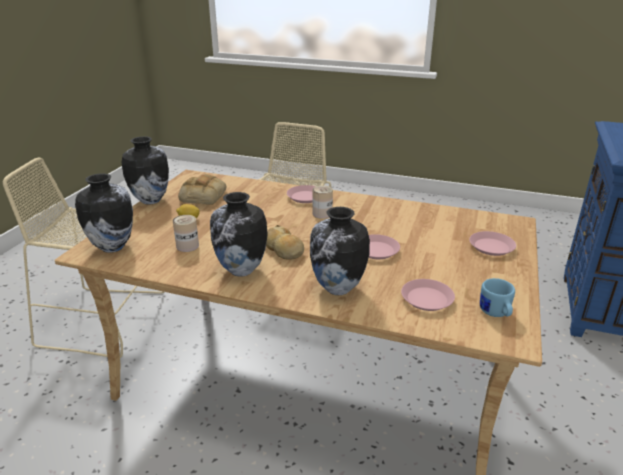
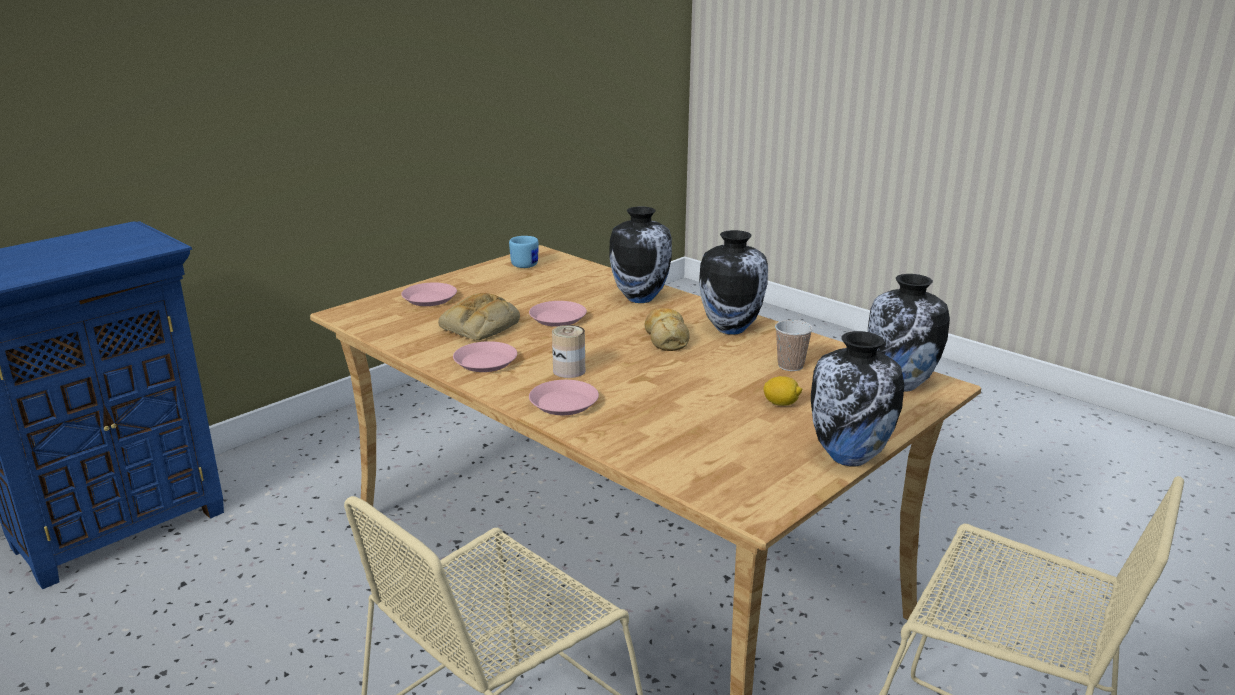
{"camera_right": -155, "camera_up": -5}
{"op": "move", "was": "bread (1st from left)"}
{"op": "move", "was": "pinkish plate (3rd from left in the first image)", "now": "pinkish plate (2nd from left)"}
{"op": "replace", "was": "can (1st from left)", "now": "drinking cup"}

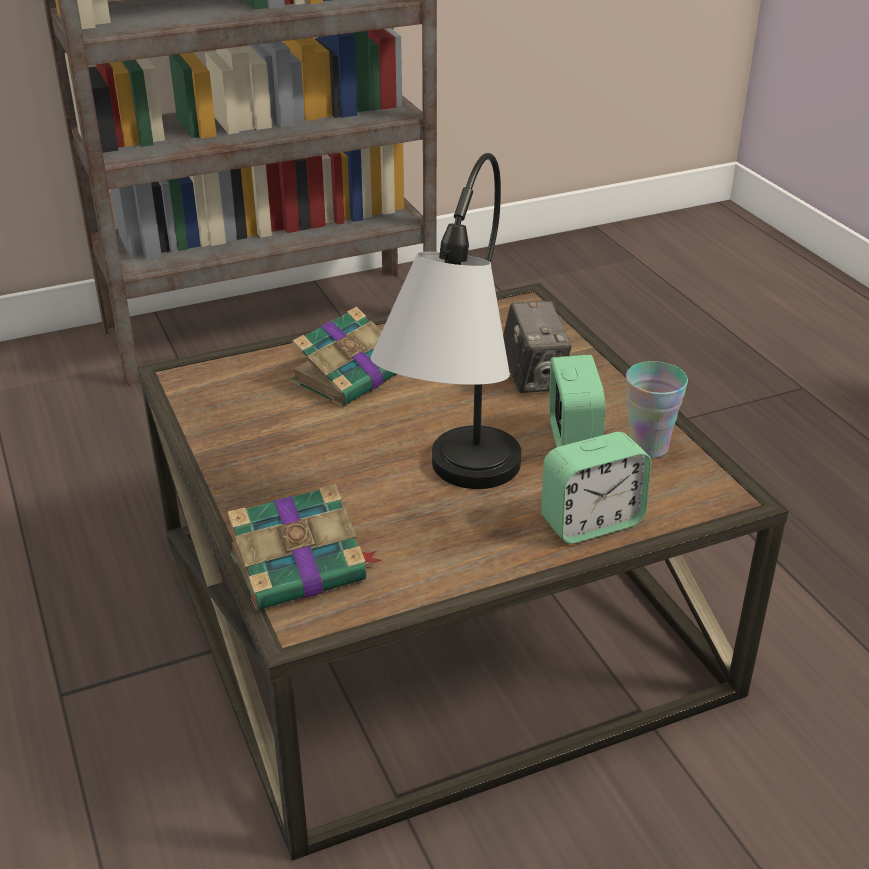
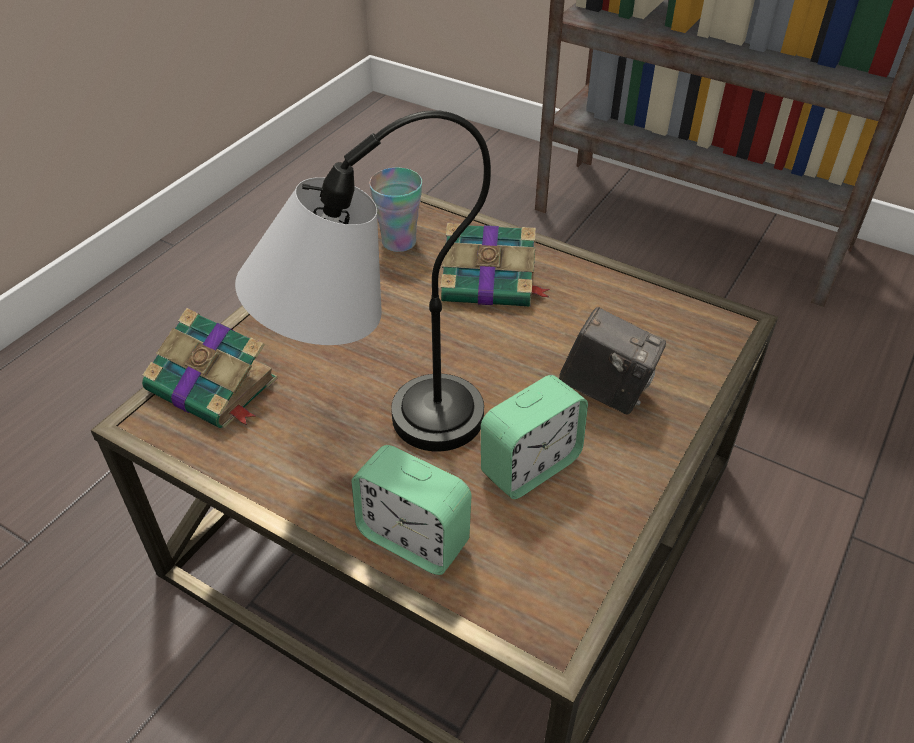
{"camera_right": 55, "camera_up": 10}
{"op": "move", "was": "drinking cup"}
{"op": "rotate", "was": "photo camera", "clockwise": -105}

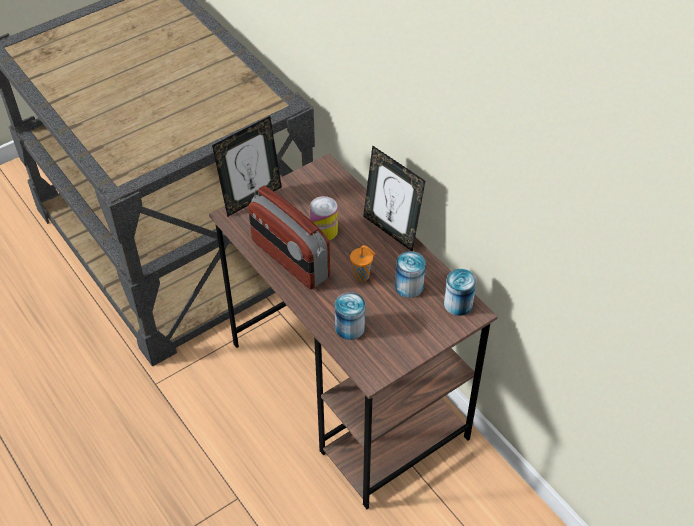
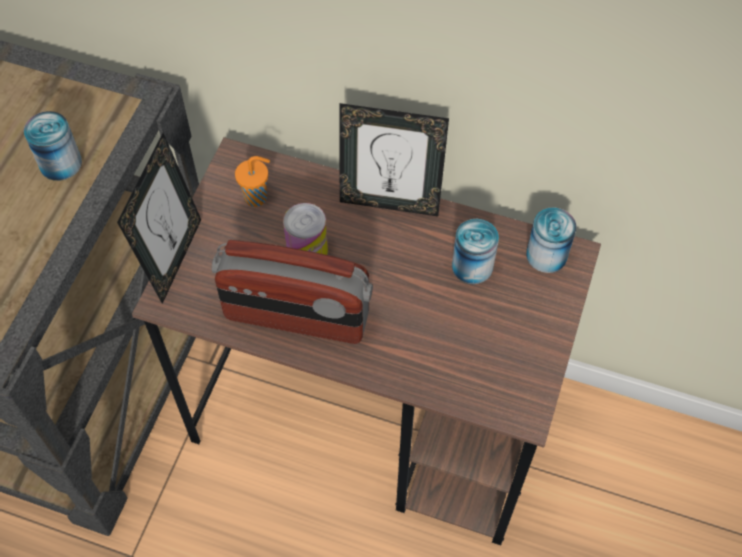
{"camera_right": -35, "camera_up": 10}
{"op": "move", "was": "can (2nd from left in the first image)", "now": "can (1st from left)"}
{"op": "move", "was": "orangey drinking cup"}

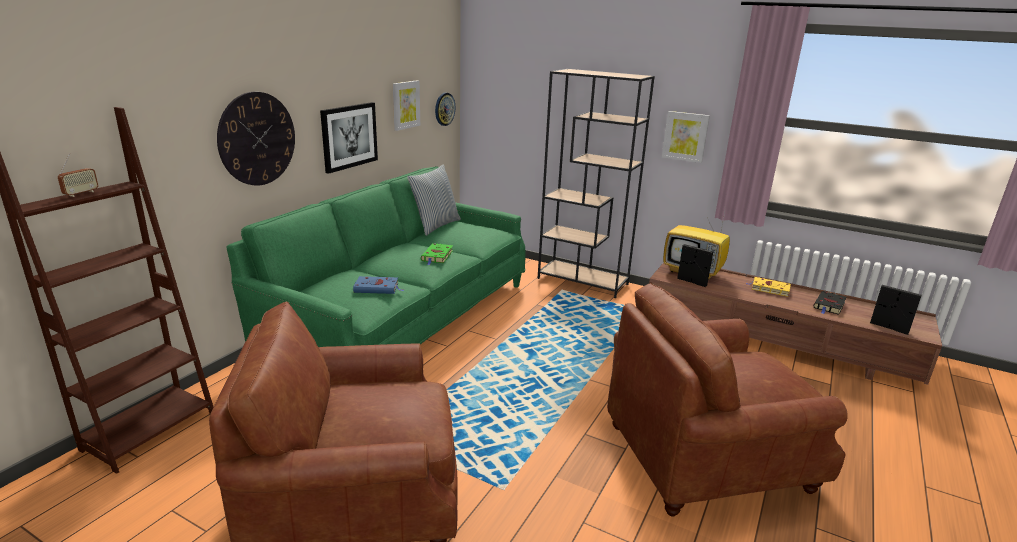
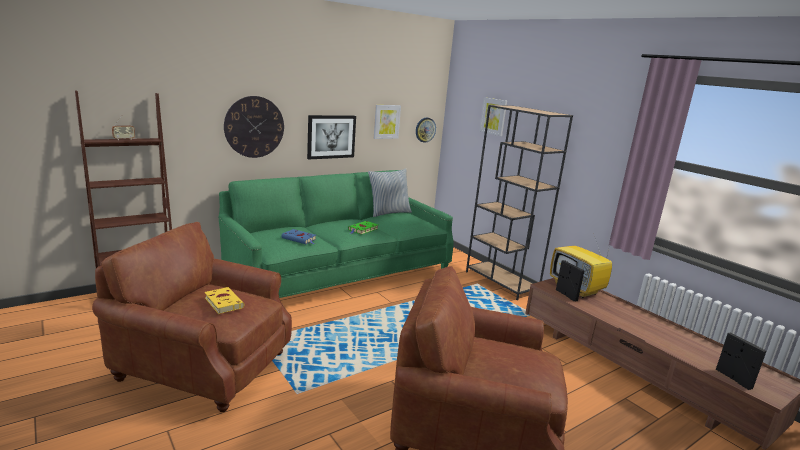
{"camera_right": 25, "camera_up": -5}
{"op": "delete", "was": "black volume"}
{"op": "move", "was": "wall picture (3rd from left)"}
{"op": "move", "was": "yellow volume"}

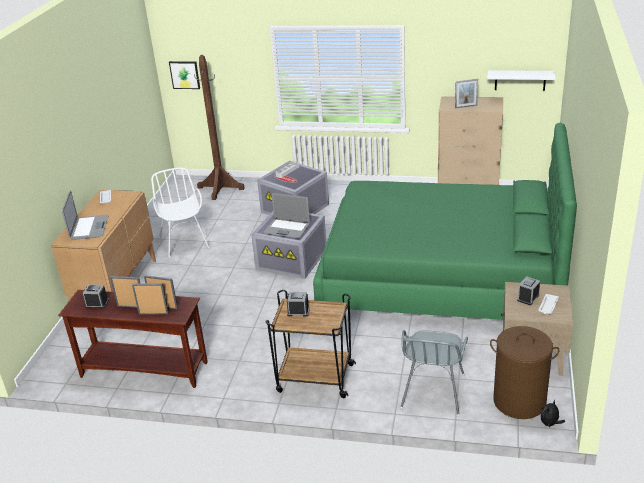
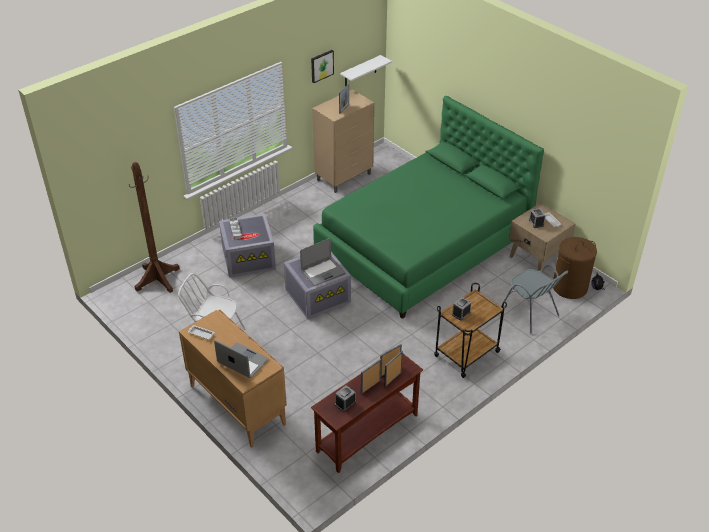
{"camera_right": -55, "camera_up": 10}
{"op": "move", "was": "wall picture"}

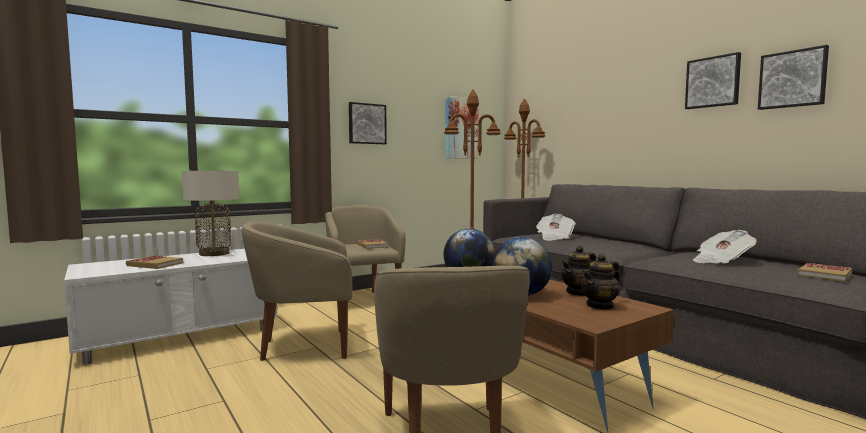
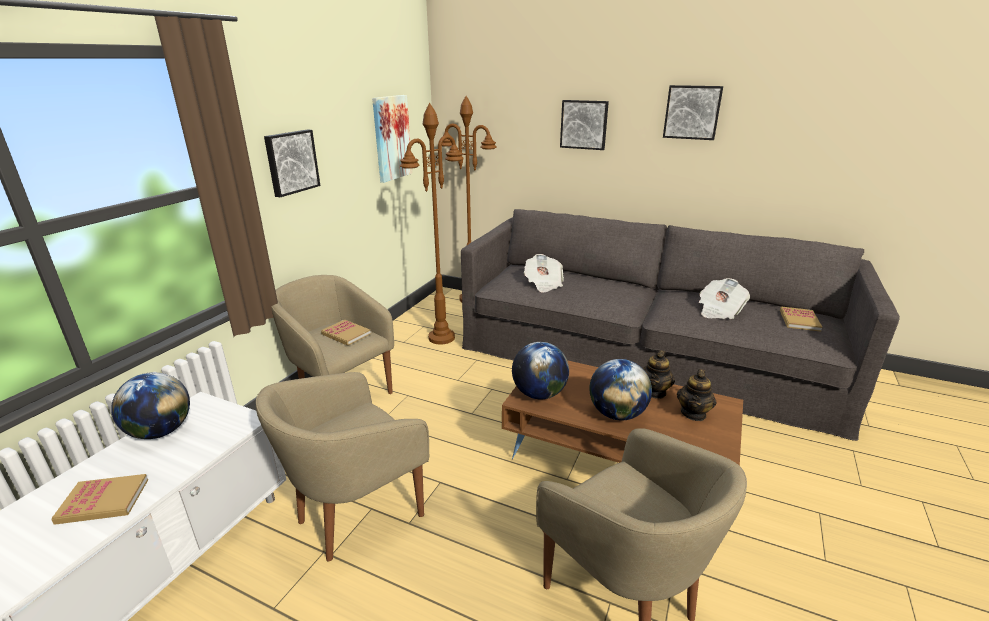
{"camera_right": -30, "camera_up": 20}
{"op": "move", "was": "wall picture (4th from left in the first image)", "now": "wall picture (3rd from left)"}
{"op": "replace", "was": "lamp for a table", "now": "world globe (1st from left)"}

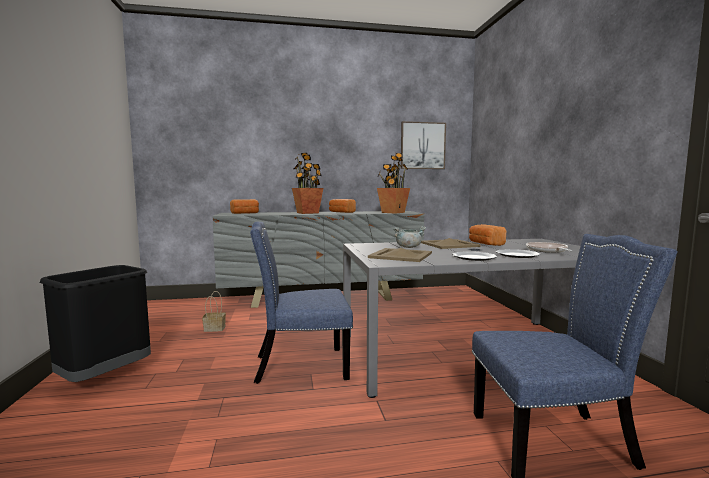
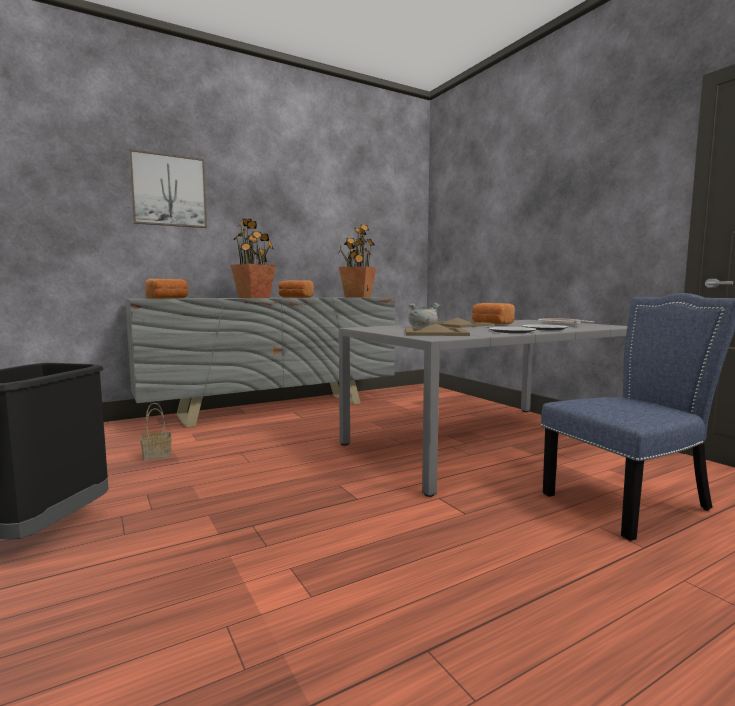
{"camera_right": -20, "camera_up": 0}
{"op": "delete", "was": "bluish plain chair (1st from left)"}
{"op": "move", "was": "wall picture"}

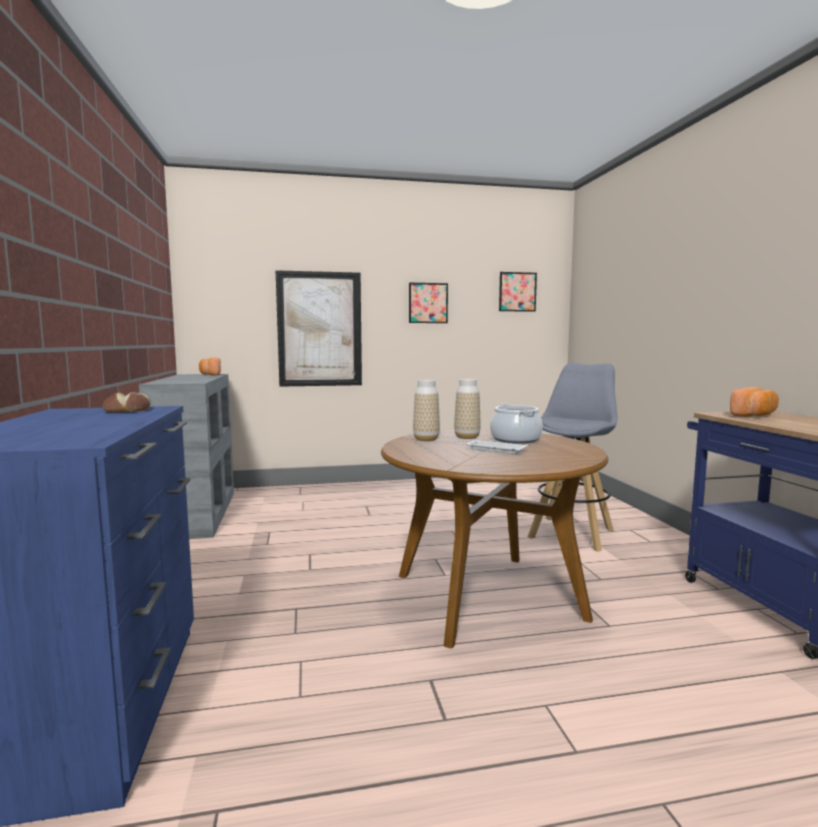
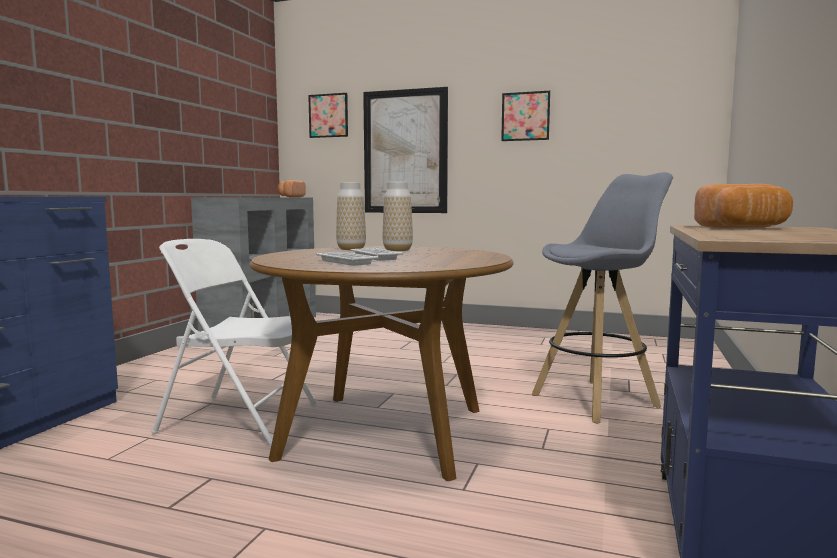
{"camera_right": 30, "camera_up": 0}
{"op": "delete", "was": "bread (1st from left)"}
{"op": "delete", "was": "cooking pot"}
{"op": "insert", "now": "whitish plain chair"}
{"op": "insert", "now": "whitish tray (1st from left)"}
{"op": "move", "was": "wall picture (3rd from left in the first image)", "now": "wall picture (1st from left)"}

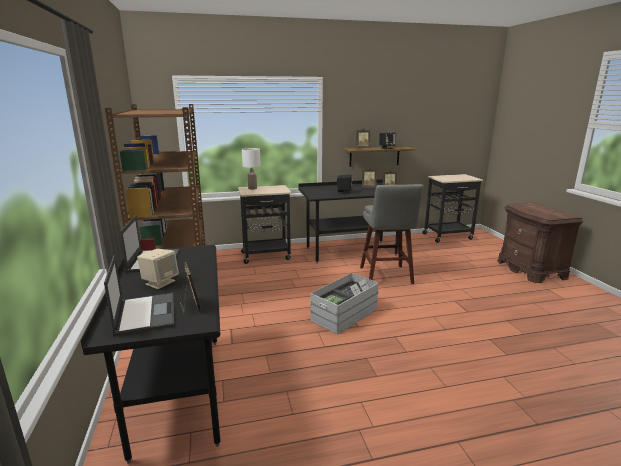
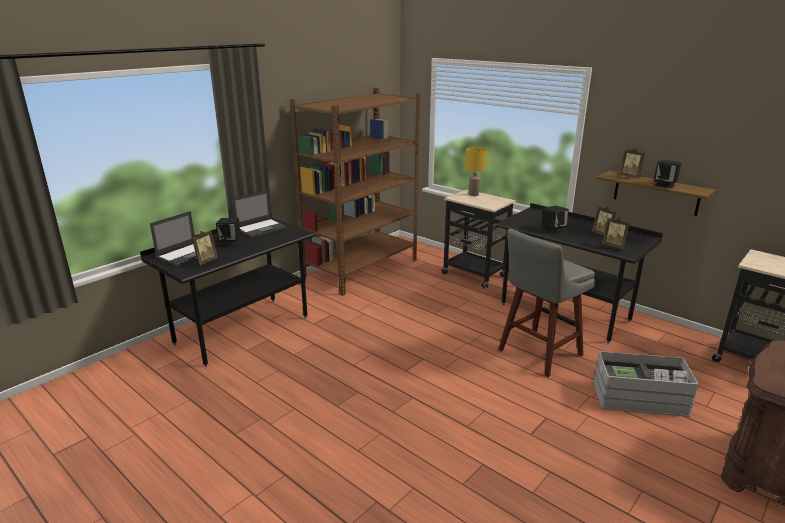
{"camera_right": 55, "camera_up": 5}
{"op": "move", "was": "grey storage container"}
{"op": "recolor", "was": "sand-coloured speaker", "now": "black speaker (1st from left)"}
{"op": "recolor", "was": "whitish lamp for a table", "now": "yellow lamp for a table"}

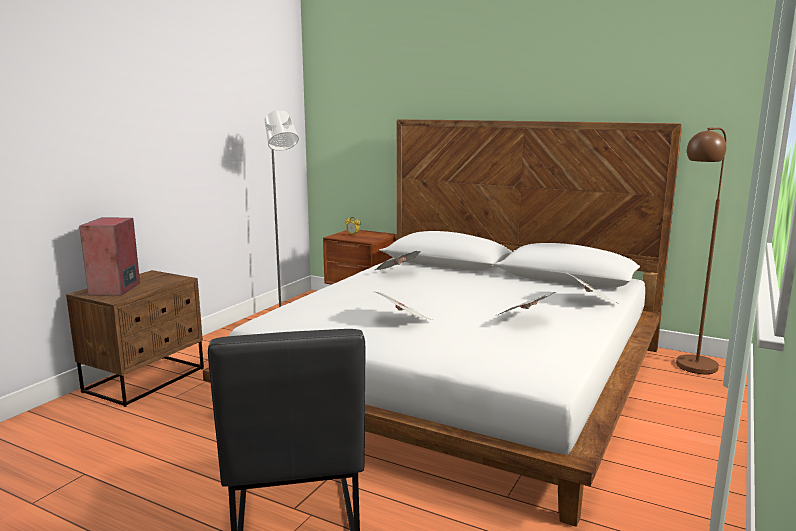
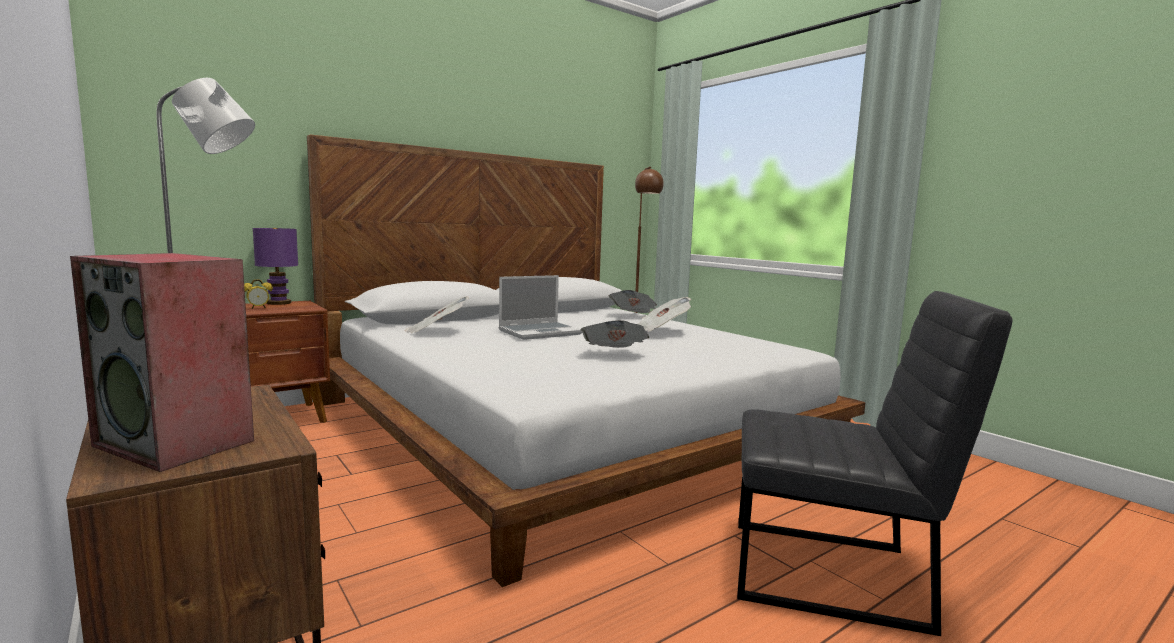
{"camera_right": -65, "camera_up": -5}
{"op": "insert", "now": "purple-coloured lamp for a table"}
{"op": "insert", "now": "notebook computer"}

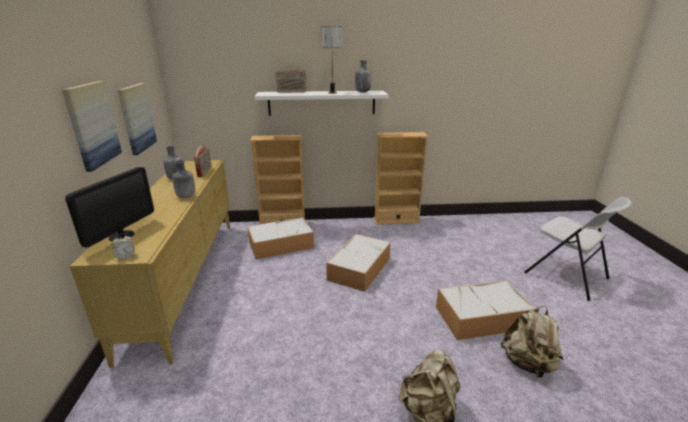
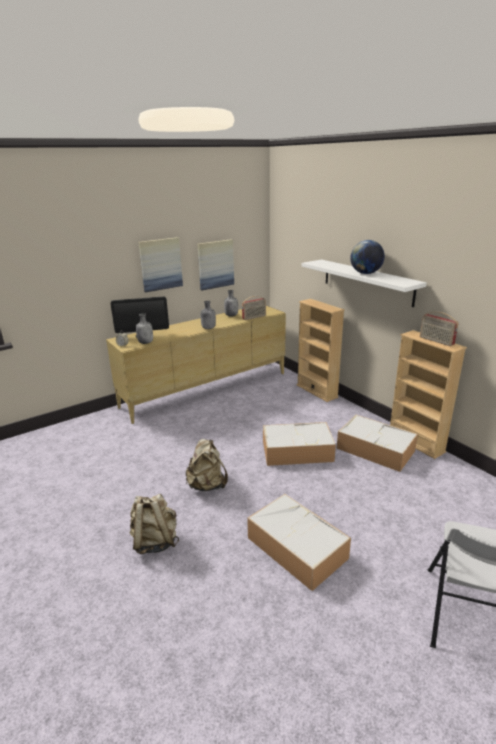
{"camera_right": 60, "camera_up": 0}
{"op": "move", "was": "storage container (1st from left in the first image)", "now": "storage container (3rd from left)"}
{"op": "move", "was": "radio receiver (2nd from left)"}
{"op": "move", "was": "grey drink bottle (3rd from left in the first image)", "now": "grey drink bottle (1st from left)"}
{"op": "move", "was": "sand-coloured rucksack (2nd from left)"}
{"op": "replace", "was": "lamp for a table", "now": "world globe"}

